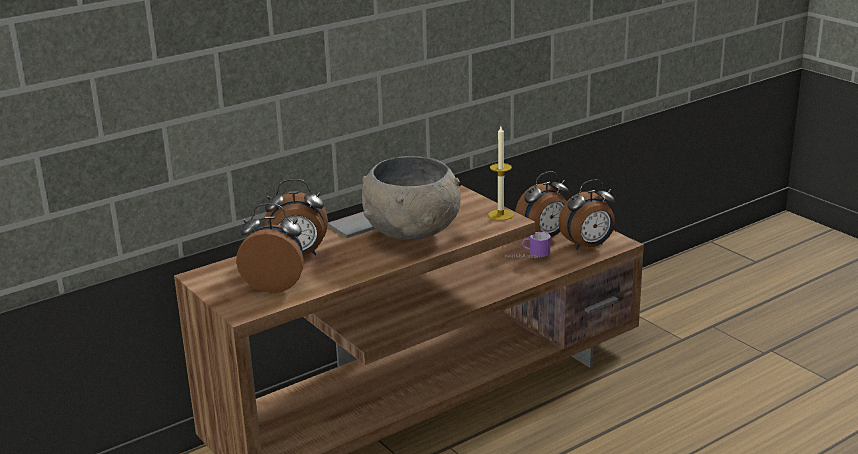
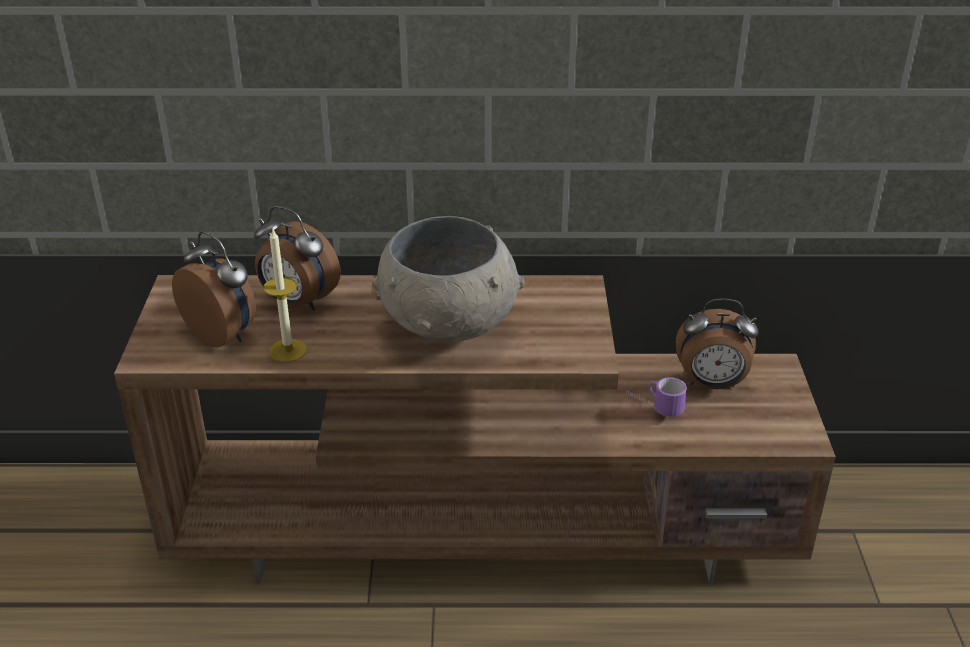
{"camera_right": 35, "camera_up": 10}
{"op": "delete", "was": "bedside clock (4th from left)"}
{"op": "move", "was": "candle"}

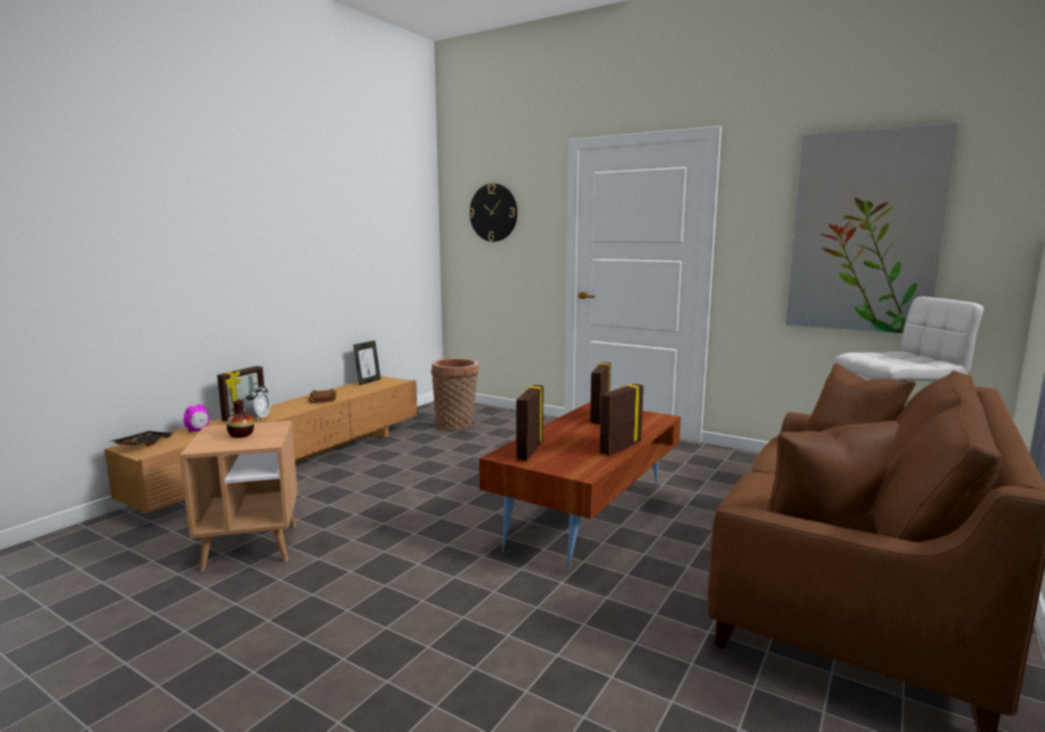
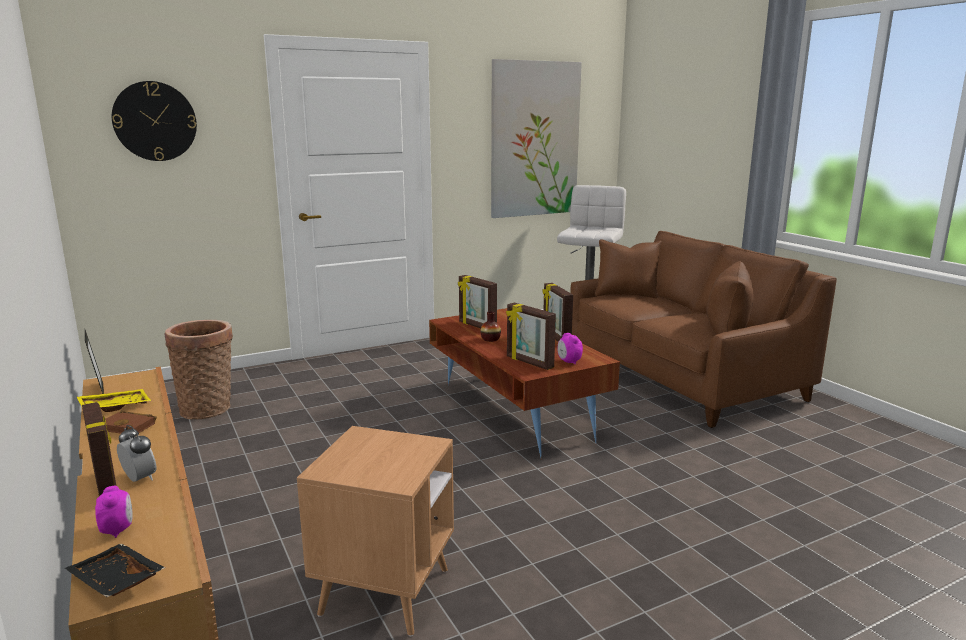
{"camera_right": -60, "camera_up": 5}
{"op": "insert", "now": "yellow tray"}
{"op": "insert", "now": "bedside clock (3rd from left)"}
{"op": "move", "was": "vase"}

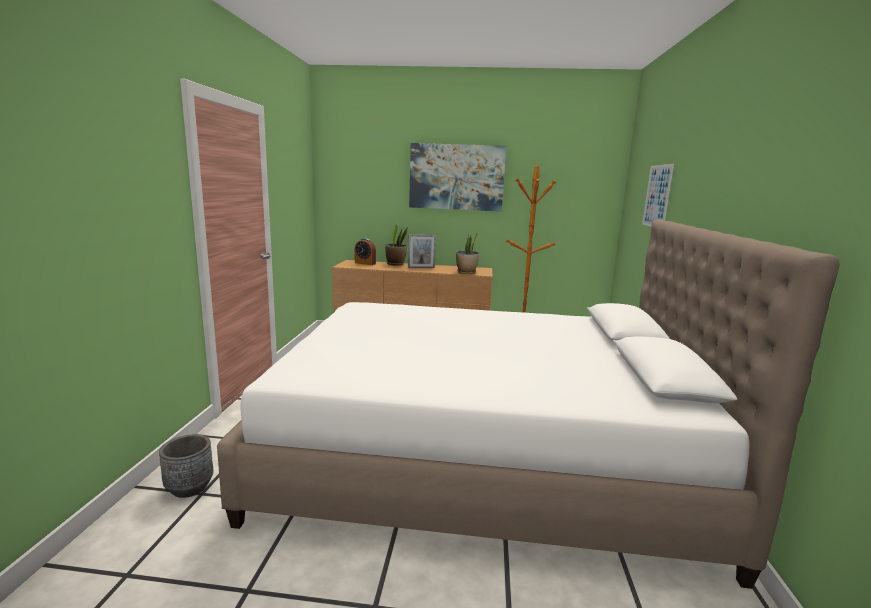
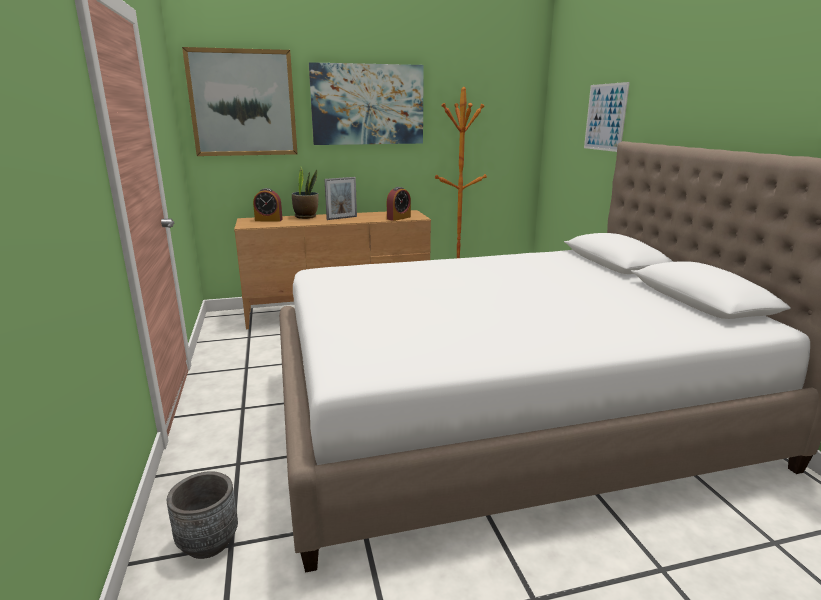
{"camera_right": -20, "camera_up": 5}
{"op": "insert", "now": "wall picture (1st from left)"}
{"op": "replace", "was": "potted plant (2nd from left)", "now": "bedside clock (2nd from left)"}

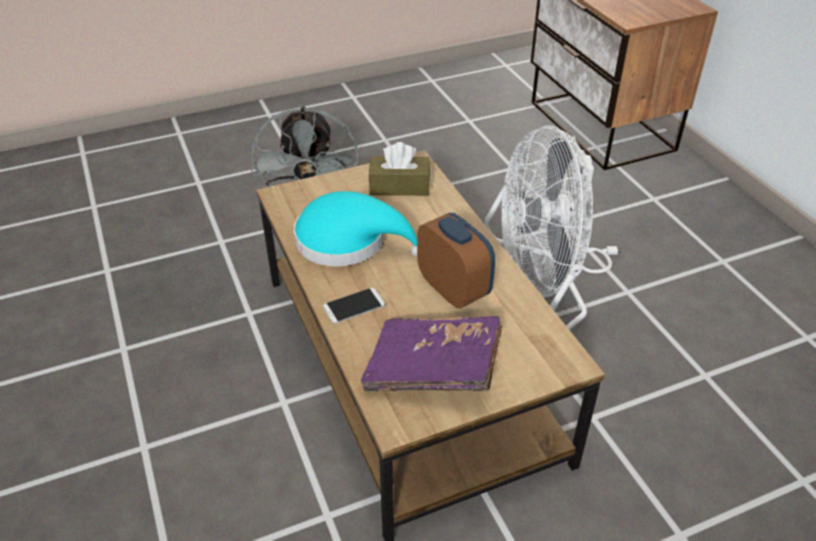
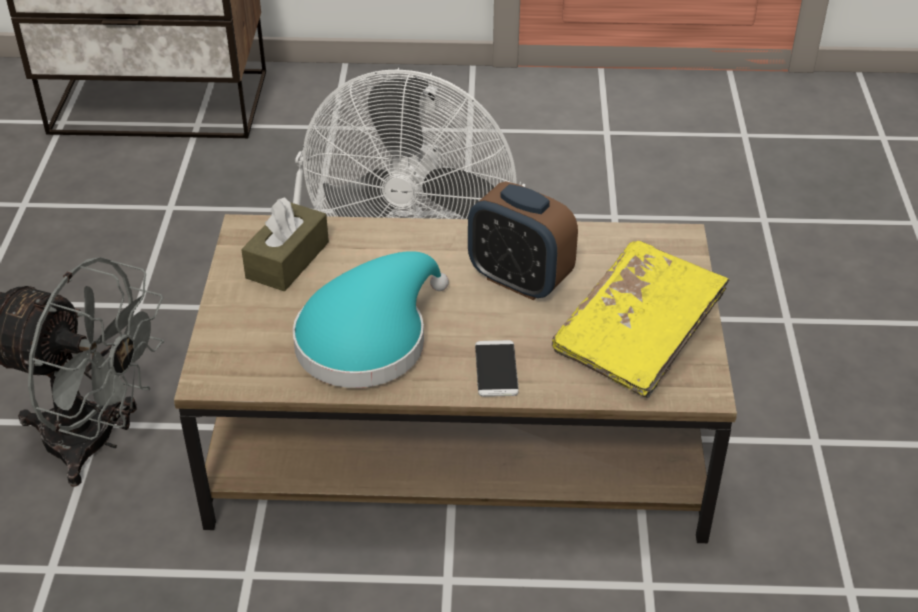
{"camera_right": -65, "camera_up": 0}
{"op": "recolor", "was": "purple-coloured volume", "now": "yellow volume"}
{"op": "rotate", "was": "bedside clock", "clockwise": -135}

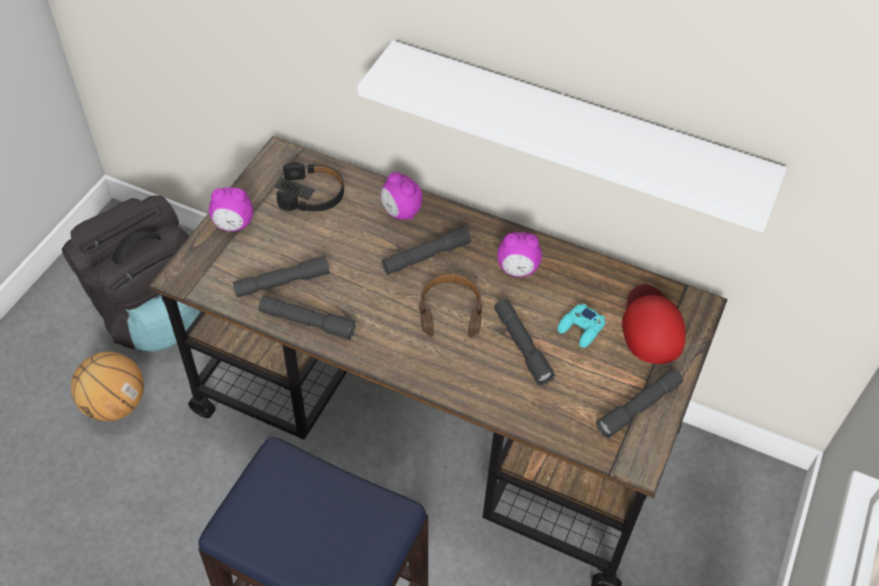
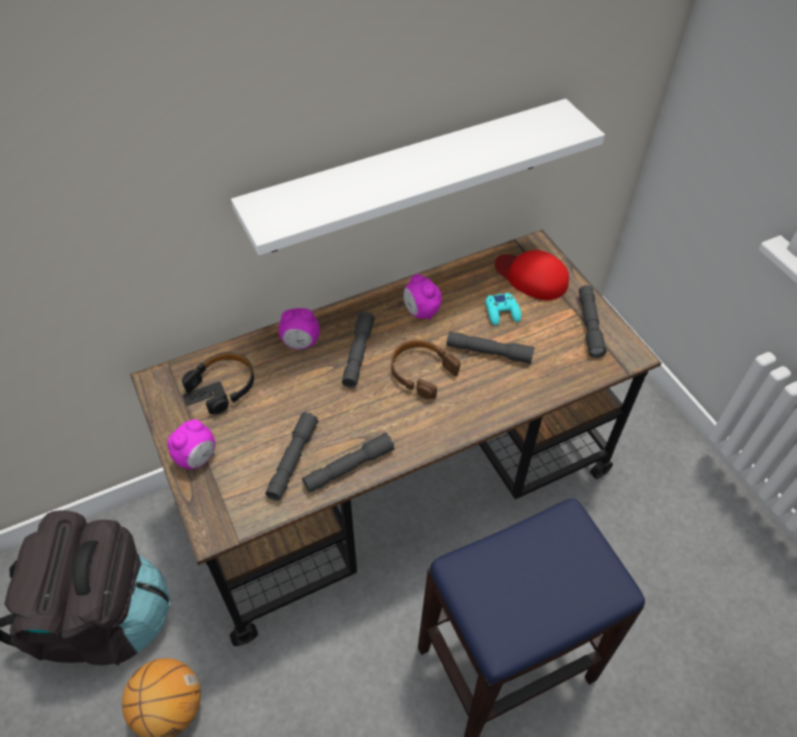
{"camera_right": -50, "camera_up": 0}
{"op": "rotate", "was": "bedside clock (3rd from left)", "clockwise": 105}

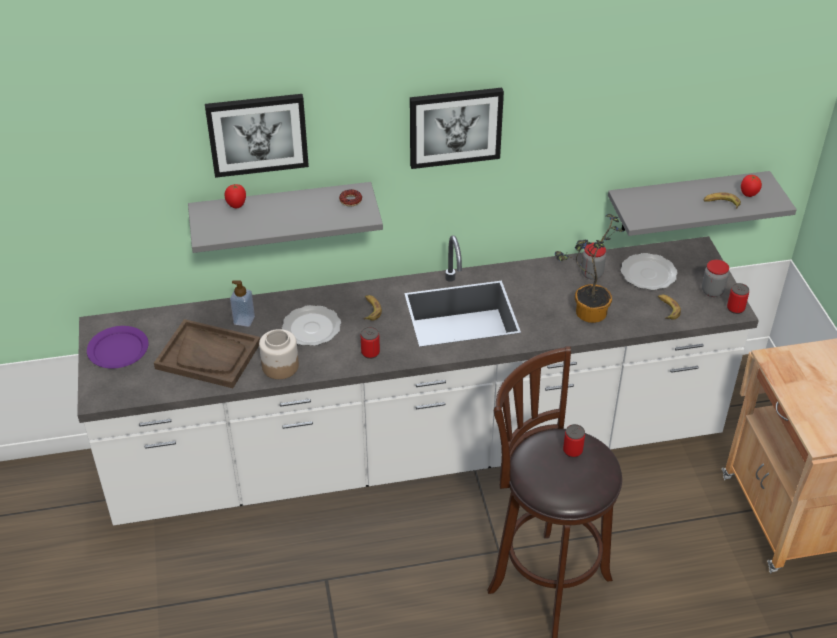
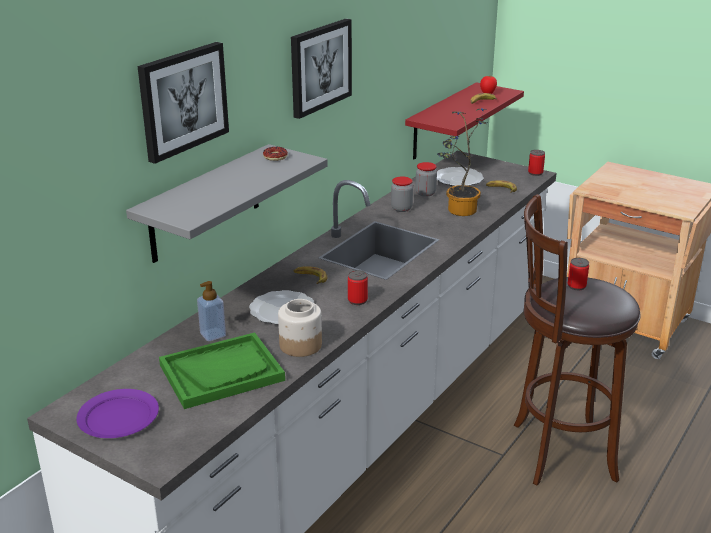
{"camera_right": -45, "camera_up": -15}
{"op": "delete", "was": "tomato (1st from left)"}
{"op": "move", "was": "storage jar (3rd from left in the first image)", "now": "storage jar (2nd from left)"}
{"op": "recolor", "was": "brown tray", "now": "greenish tray"}
{"op": "recolor", "was": "grey shelf (2nd from left)", "now": "red shelf"}

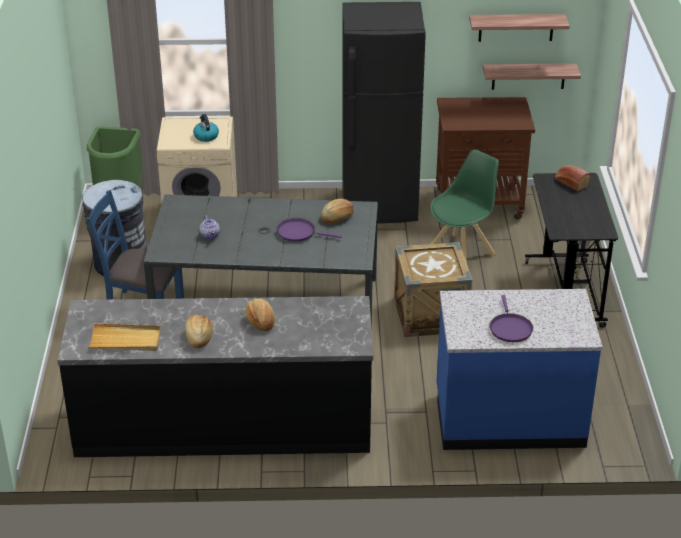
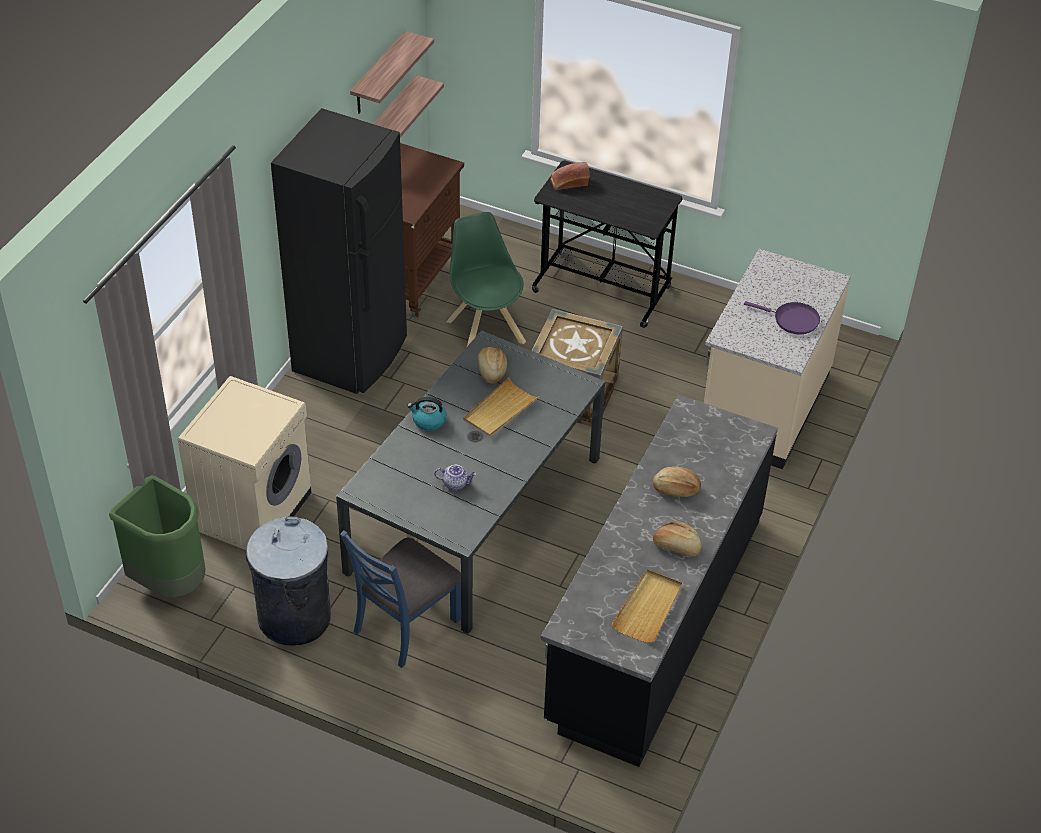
{"camera_right": -65, "camera_up": 10}
{"op": "move", "was": "tea kettle"}
{"op": "replace", "was": "purple-coloured pan (1st from left)", "now": "sand-coloured tray (1st from left)"}
{"op": "recolor", "was": "bluish counter", "now": "sand-coloured counter"}

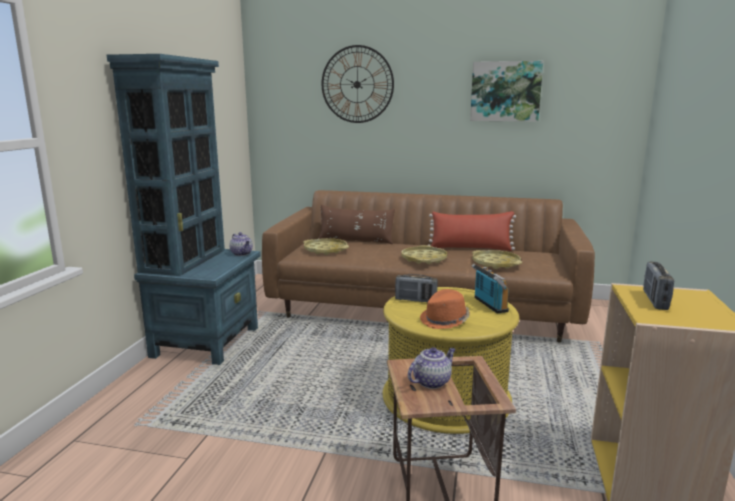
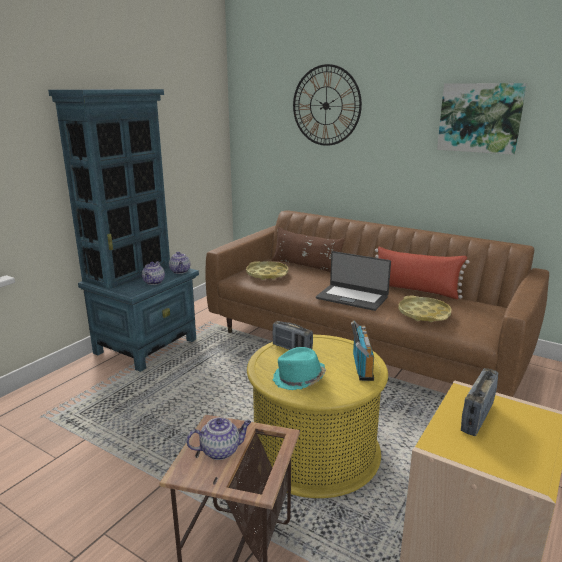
{"camera_right": 20, "camera_up": 5}
{"op": "insert", "now": "pot for tea (1st from left)"}
{"op": "replace", "was": "yellow tray (2nd from left)", "now": "notebook computer"}
{"op": "recolor", "was": "orangey wearable hat", "now": "turquoise wearable hat"}

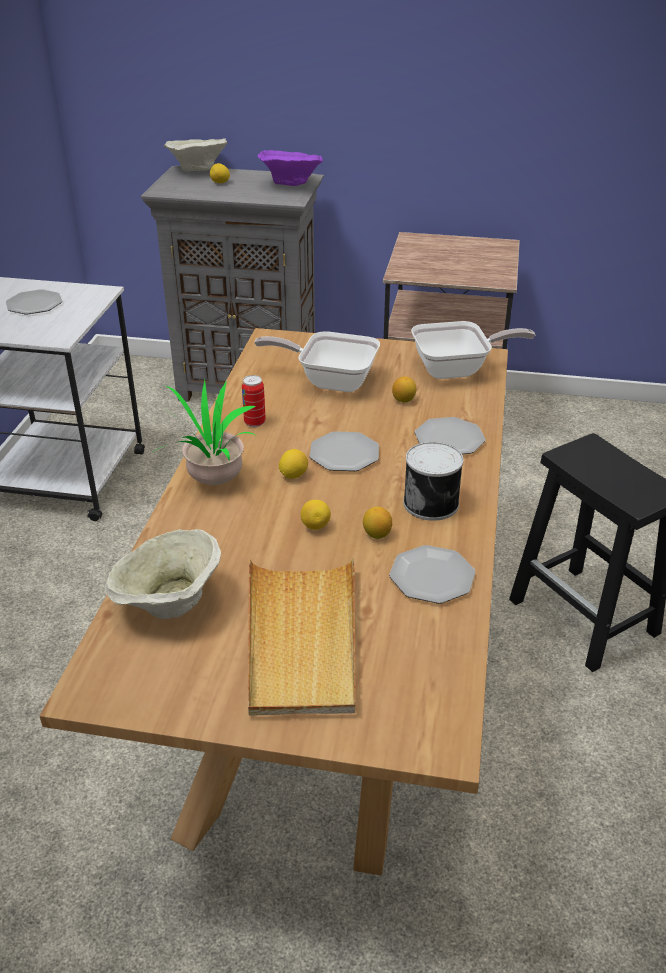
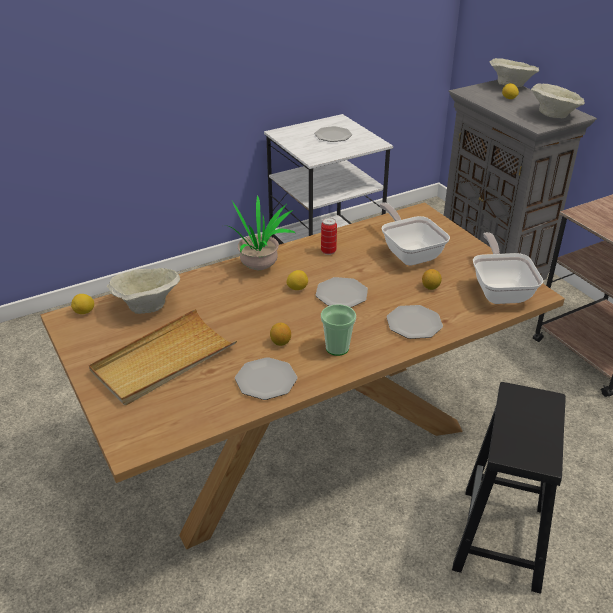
{"camera_right": 50, "camera_up": 0}
{"op": "move", "was": "whole lemon (3rd from left in the first image)", "now": "whole lemon (1st from left)"}
{"op": "replace", "was": "can (2nd from left)", "now": "drinking cup"}
{"op": "recolor", "was": "purple-coloured deep dish", "now": "sand-coloured deep dish (3rd from left)"}
{"op": "rotate", "was": "pan (2nd from left)", "clockwise": -135}

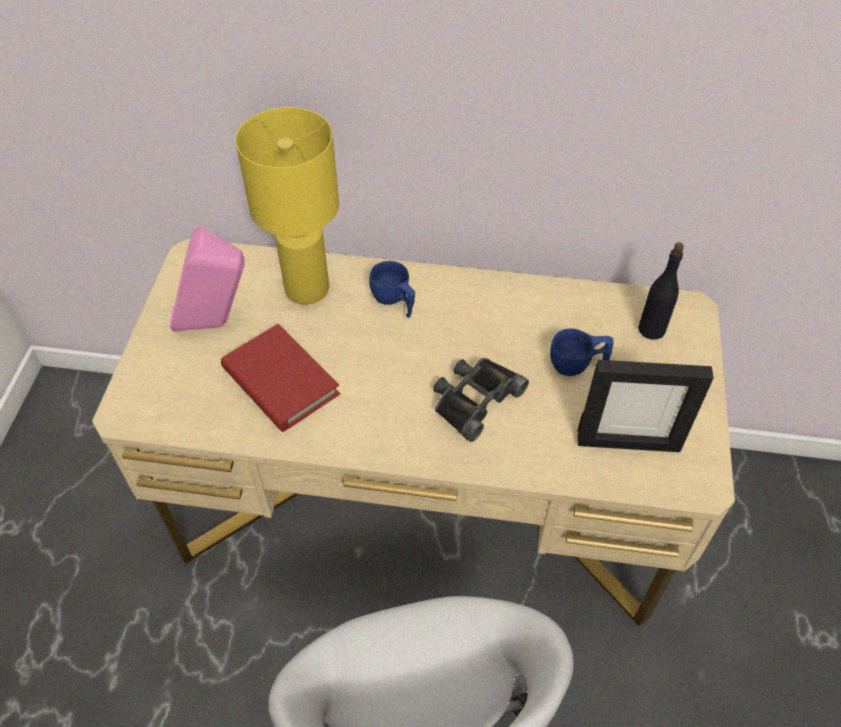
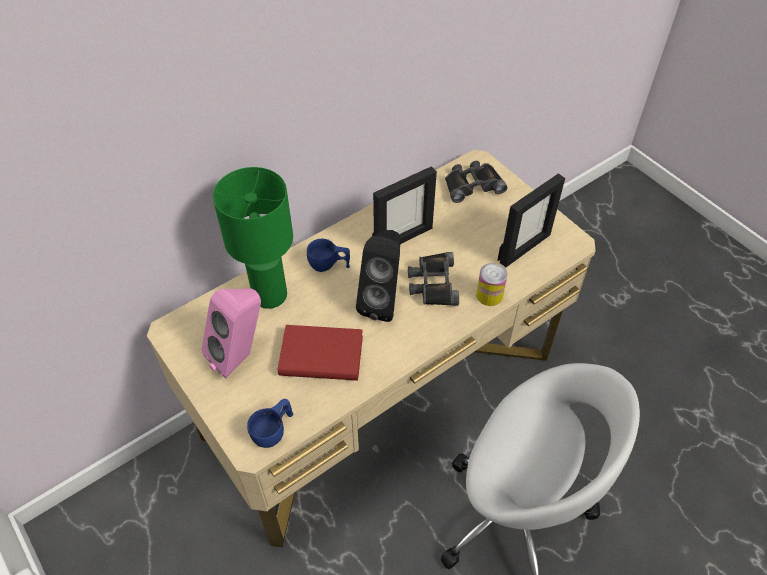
{"camera_right": -45, "camera_up": 0}
{"op": "insert", "now": "black speaker"}
{"op": "insert", "now": "photo frame (1st from left)"}
{"op": "insert", "now": "can"}
{"op": "move", "was": "bluish drinking cup (2nd from left in the first image)", "now": "bluish drinking cup (1st from left)"}
{"op": "replace", "was": "black drink bottle", "now": "black field glasses (2nd from left)"}
{"op": "recolor", "was": "yellow lamp for a table", "now": "greenish lamp for a table"}

